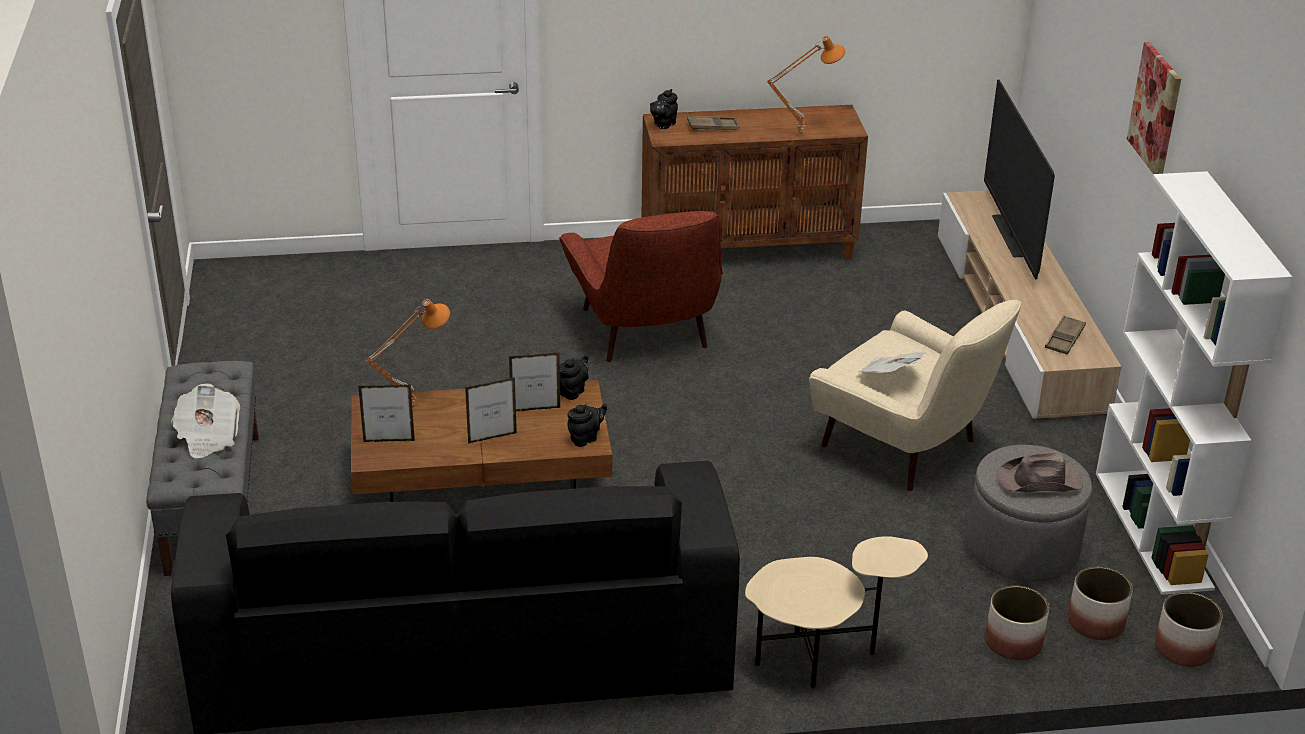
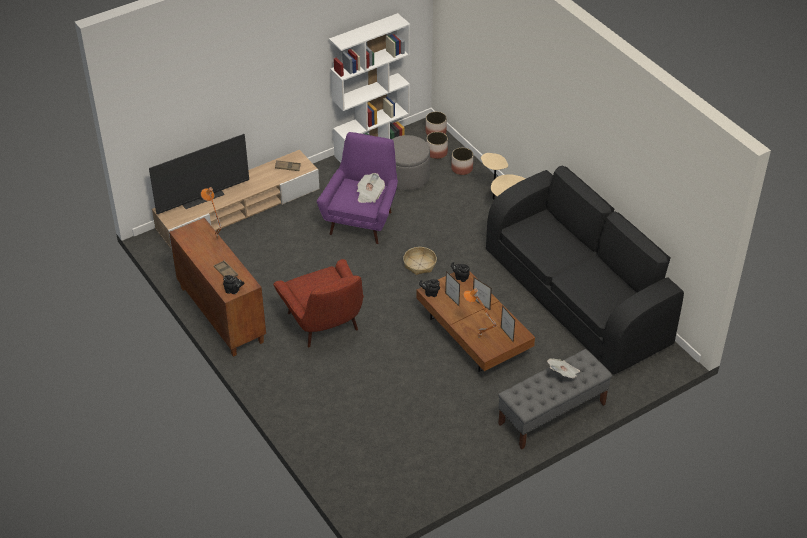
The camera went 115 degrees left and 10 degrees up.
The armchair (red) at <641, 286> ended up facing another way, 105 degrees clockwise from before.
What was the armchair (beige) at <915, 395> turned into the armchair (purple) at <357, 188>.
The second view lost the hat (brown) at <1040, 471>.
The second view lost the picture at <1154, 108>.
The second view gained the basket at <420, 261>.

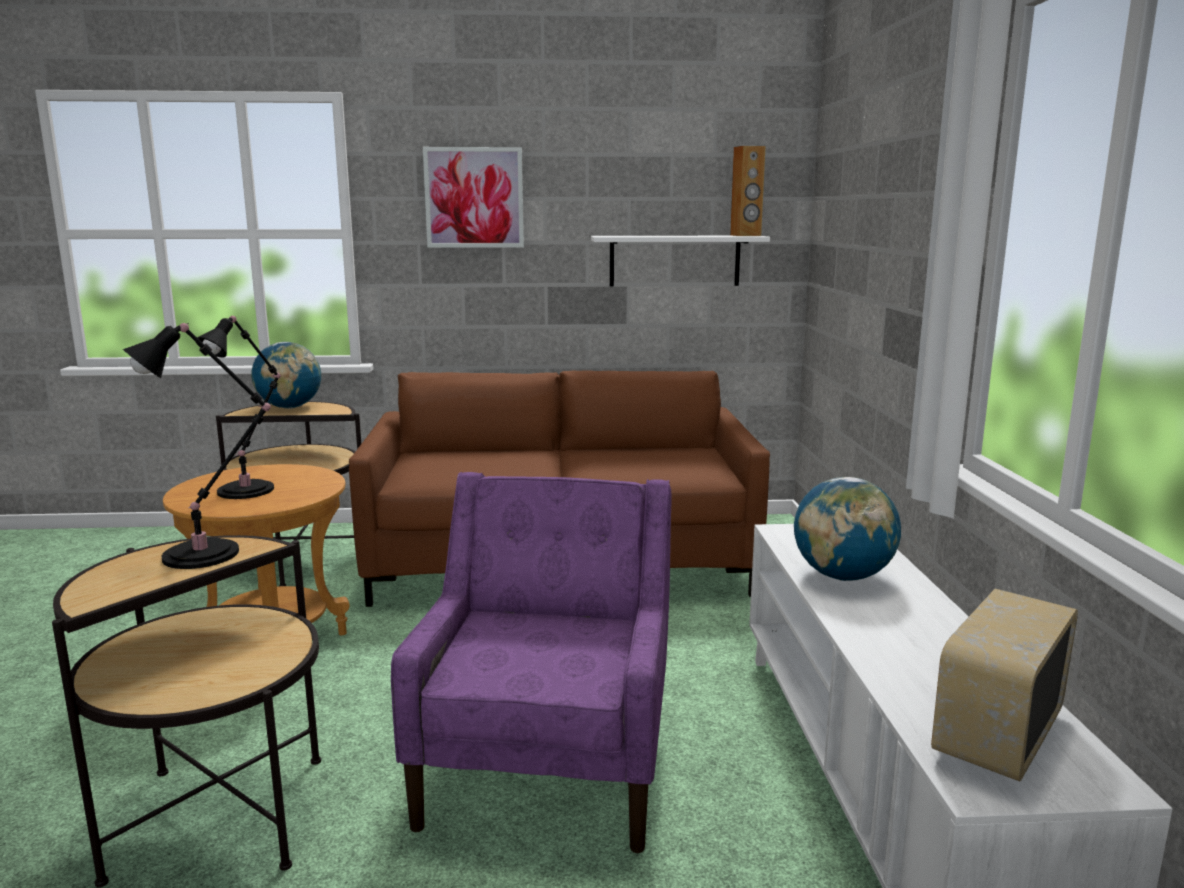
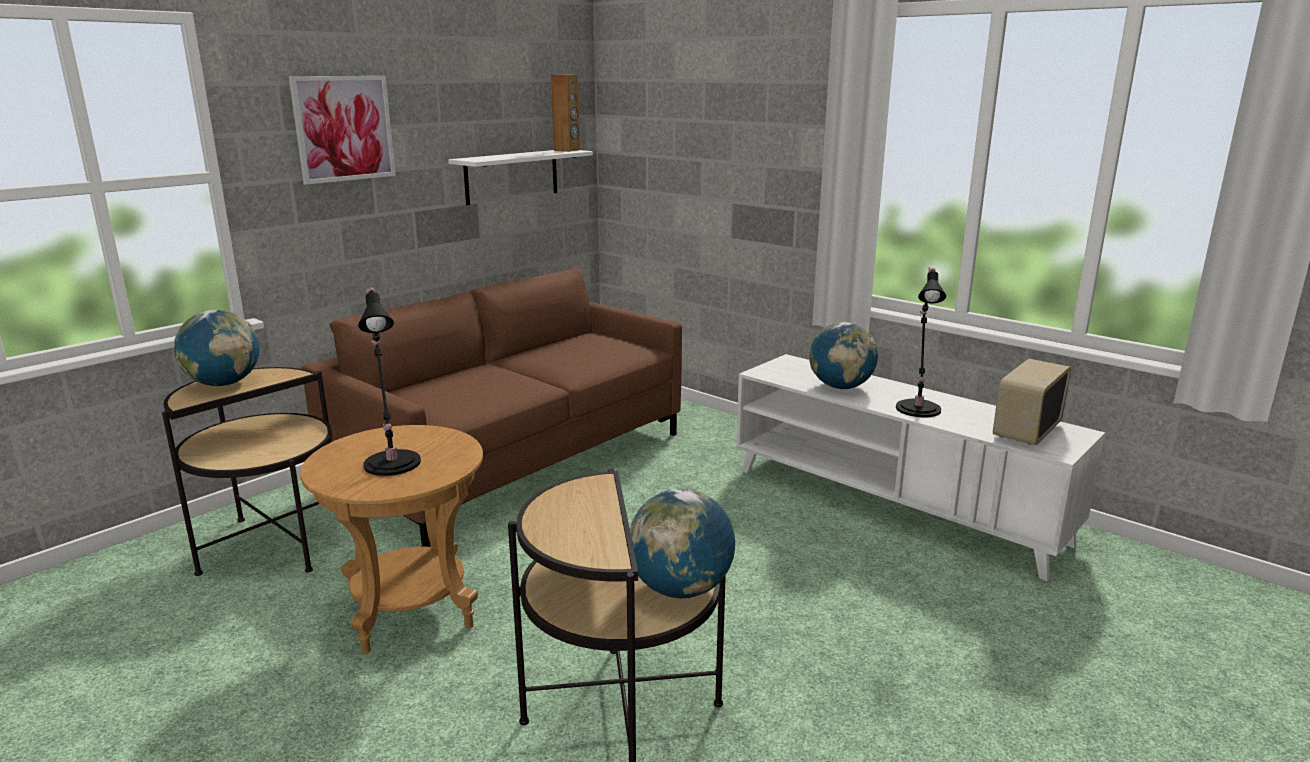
The camera went 45 degrees left and 5 degrees up.
The table lamp (black) ended up elsewhere, having gone from <197, 446> to <921, 342>.
The second view lost the armchair (purple) at <531, 662>.
The radio at <1004, 685> ended up facing another way, 45 degrees clockwise from before.
The second view gained the globe at <682, 543>.

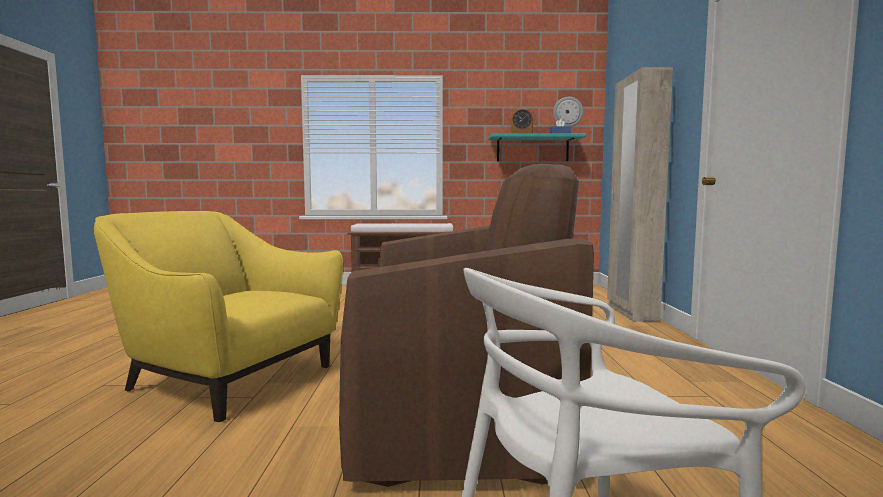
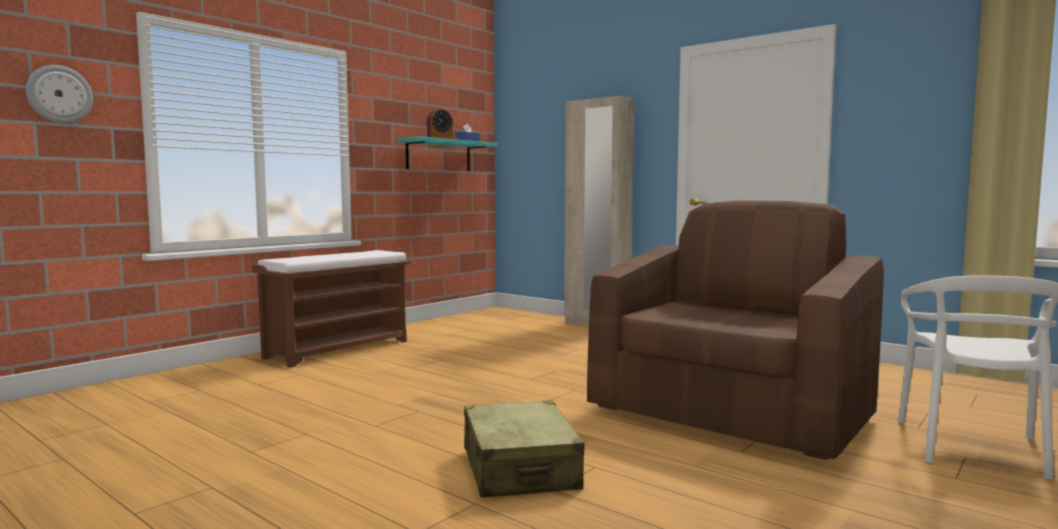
The camera went 50 degrees left and 0 degrees up.
Where the armchair (yellow) stood at <218, 316>, the suitcase (beige) came to stand at <524, 449>.
The wall clock ended up elsewhere, having gone from <568, 112> to <59, 94>.

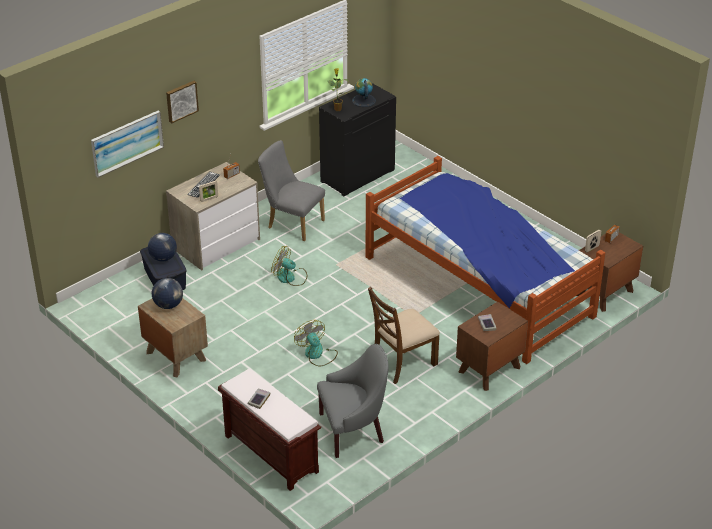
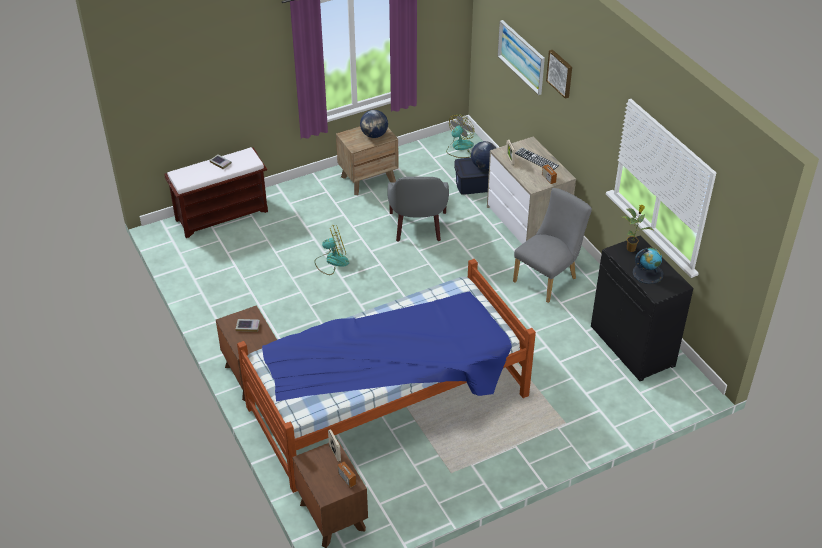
The camera went 105 degrees right and 5 degrees up.
The fan ended up elsewhere, having gone from <289, 266> to <460, 136>.
The armchair (grey) ended up elsewhere, having gone from <353, 401> to <418, 209>.
The second view lost the chair (brown) at <404, 335>.

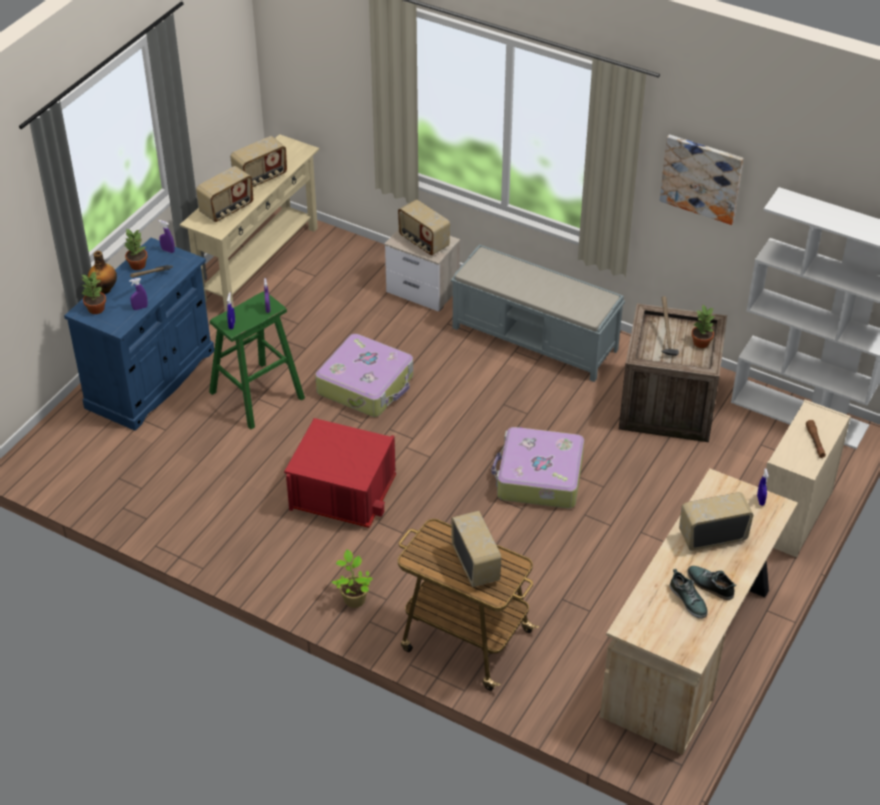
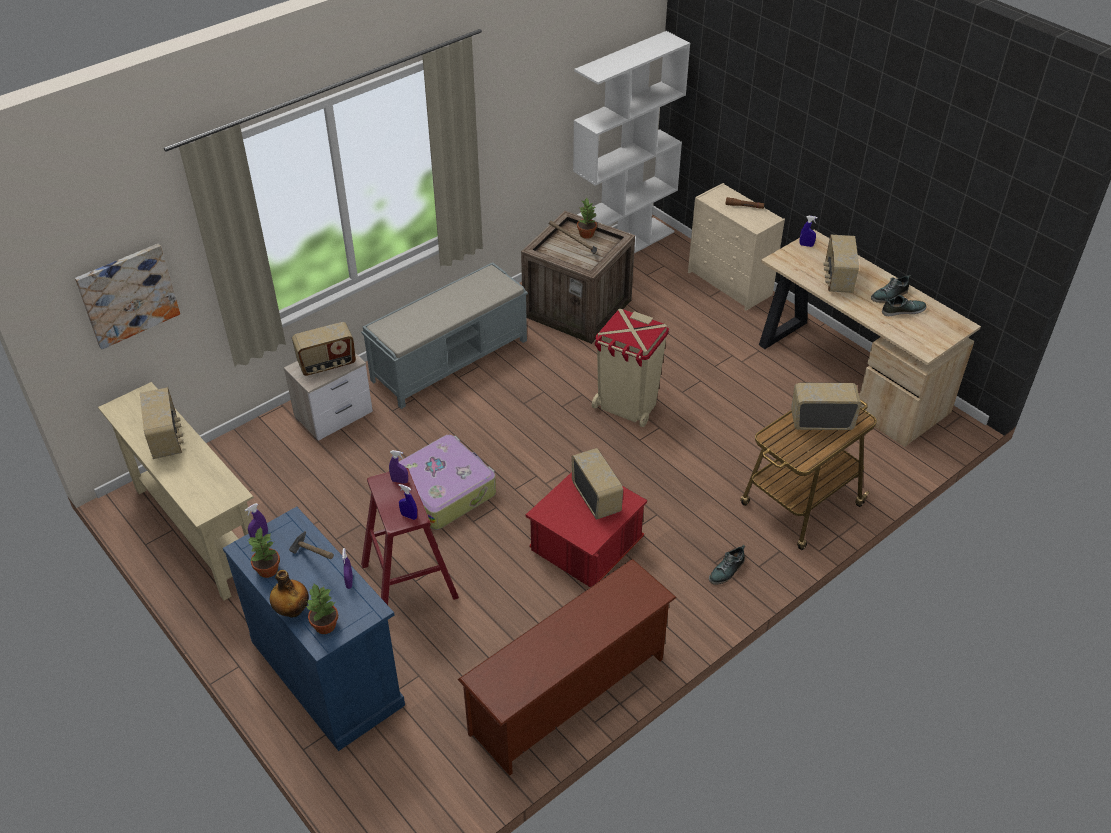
The camera went 70 degrees left and 0 degrees up.
The radio ended up elsewhere, having gone from <224, 194> to <597, 484>.
What was the stool (green) at <257, 360> turned into the stool (red) at <410, 536>.
Where the potted plant stood at <352, 578>, the shoe came to stand at <727, 565>.
Where the suitcase stood at <537, 467>, the trash can (beige) came to stand at <630, 368>.
The picture ended up elsewhere, having gone from <702, 180> to <127, 296>.
The second view gained the shoe rack (brown) at <567, 667>.

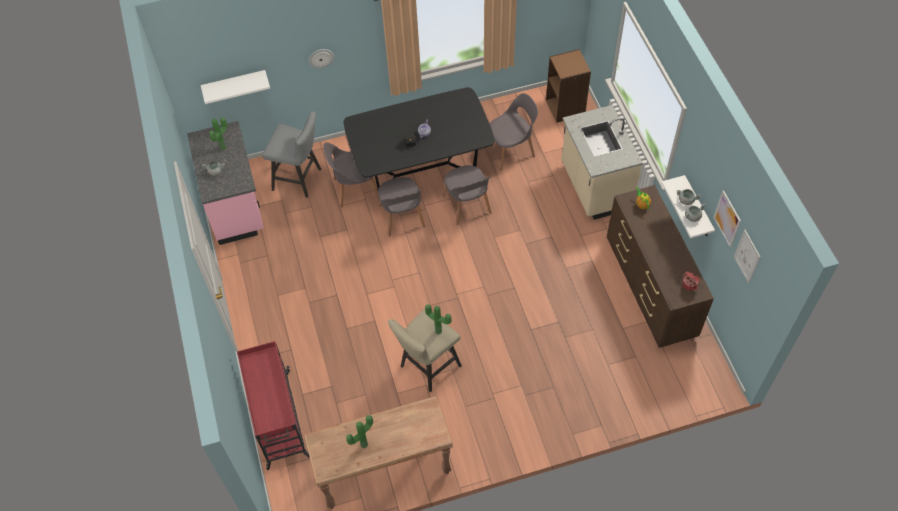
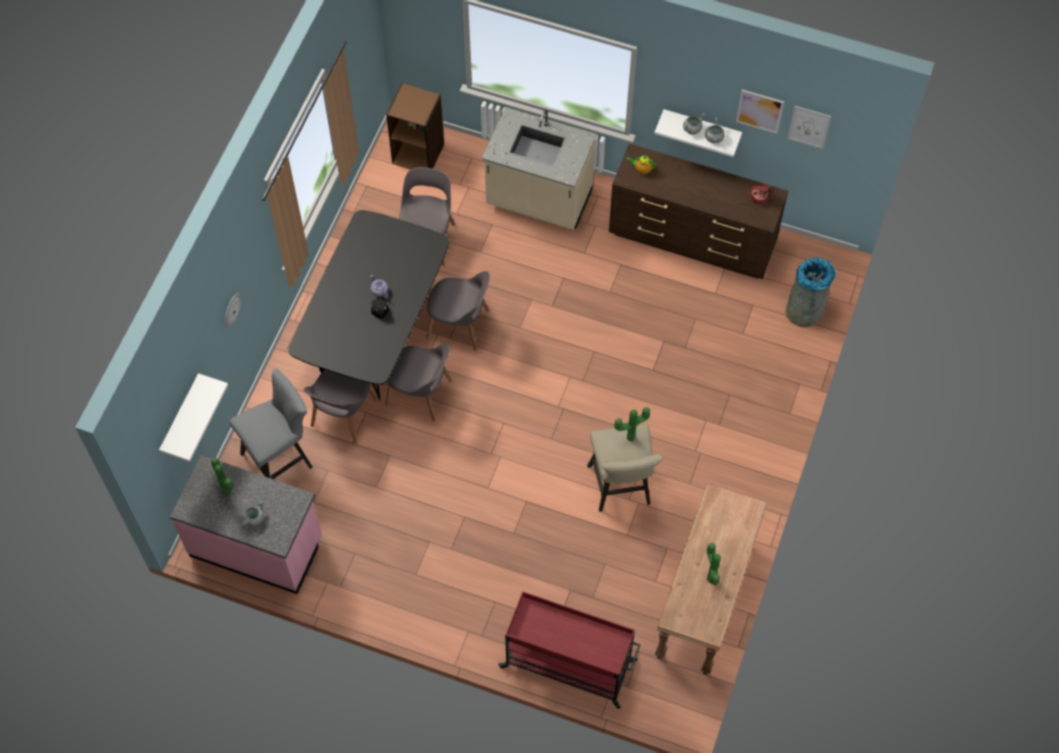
The camera went 55 degrees left and 5 degrees up.
The second view gained the trash can (grey) at <811, 292>.

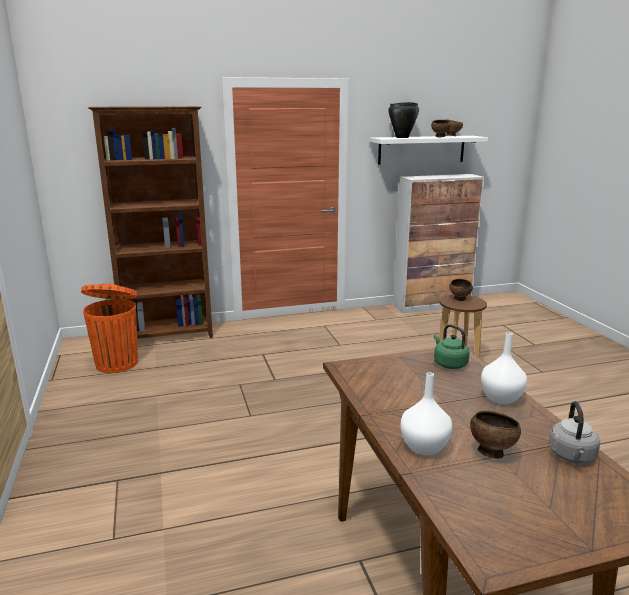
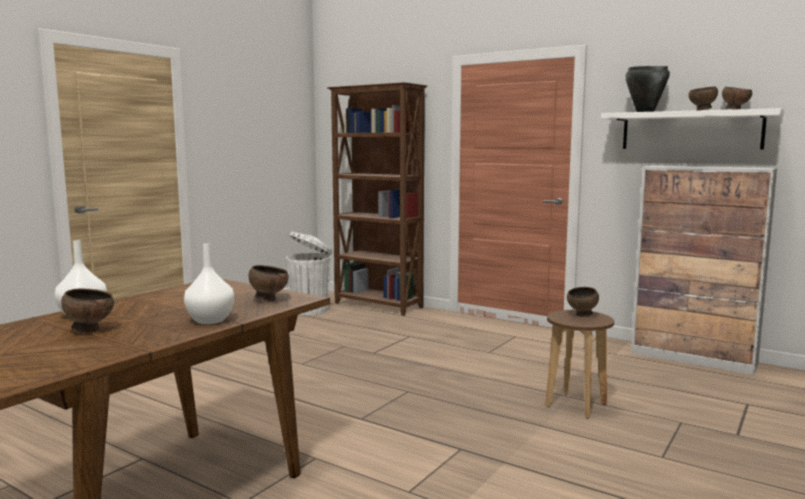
The camera went 50 degrees right and 10 degrees down.
What was the trash can (orange) at <109, 328> turned into the trash can (white) at <309, 273>.
Where the kettle (green) stood at <452, 346>, the bowl (brown) came to stand at <269, 283>.
The second view lost the kettle (grey) at <574, 432>.

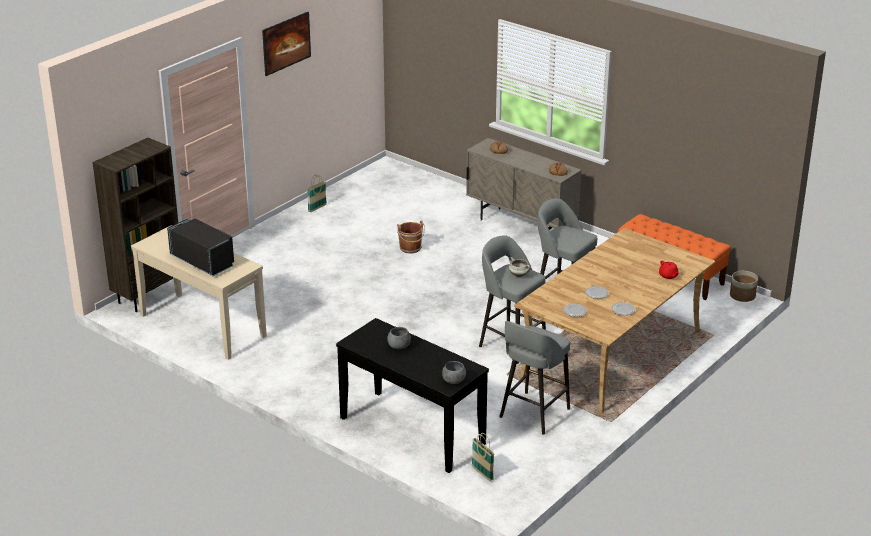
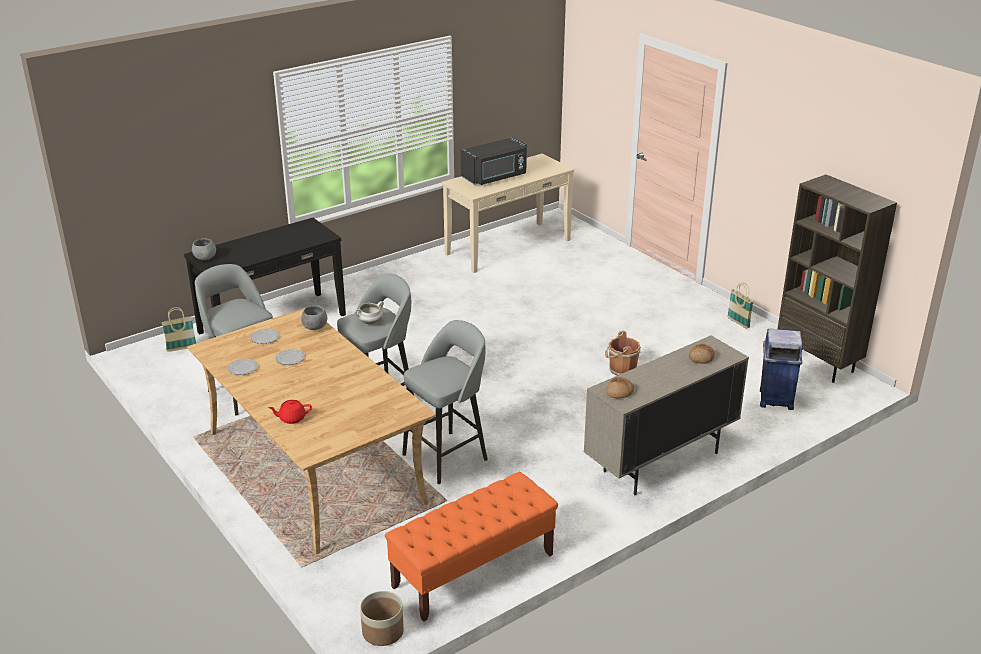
The camera went 105 degrees right and 0 degrees up.
The bookcase (brown) ended up elsewhere, having gone from <135, 225> to <837, 278>.
The second view lost the picture at <286, 44>.
The bowl (grey) ended up elsewhere, having gone from <399, 338> to <314, 318>.
The second view gained the trash can (blue) at <781, 369>.

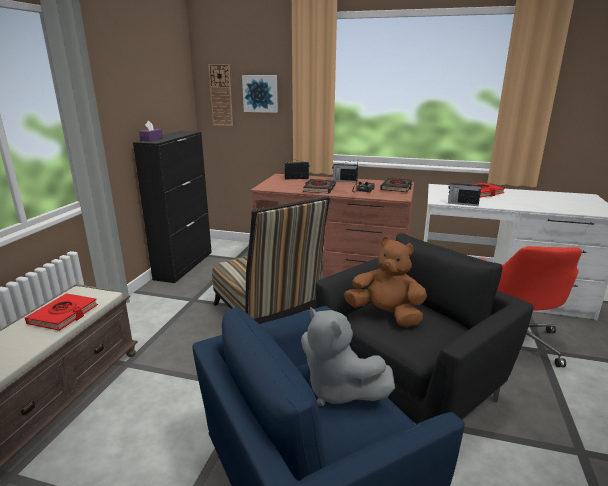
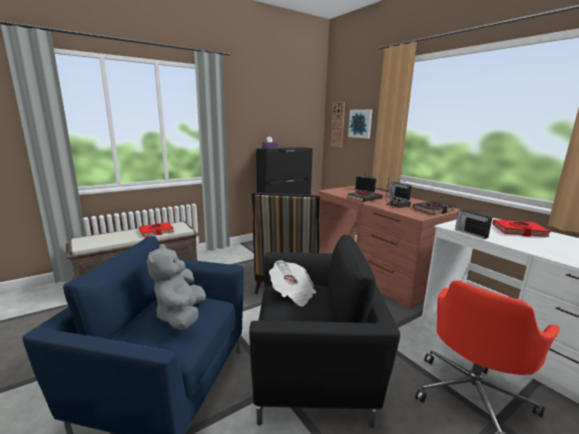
The camera went 40 degrees right and 5 degrees down.
Where the plush toy (brown) stood at <385, 282>, the newspaper came to stand at <292, 283>.

